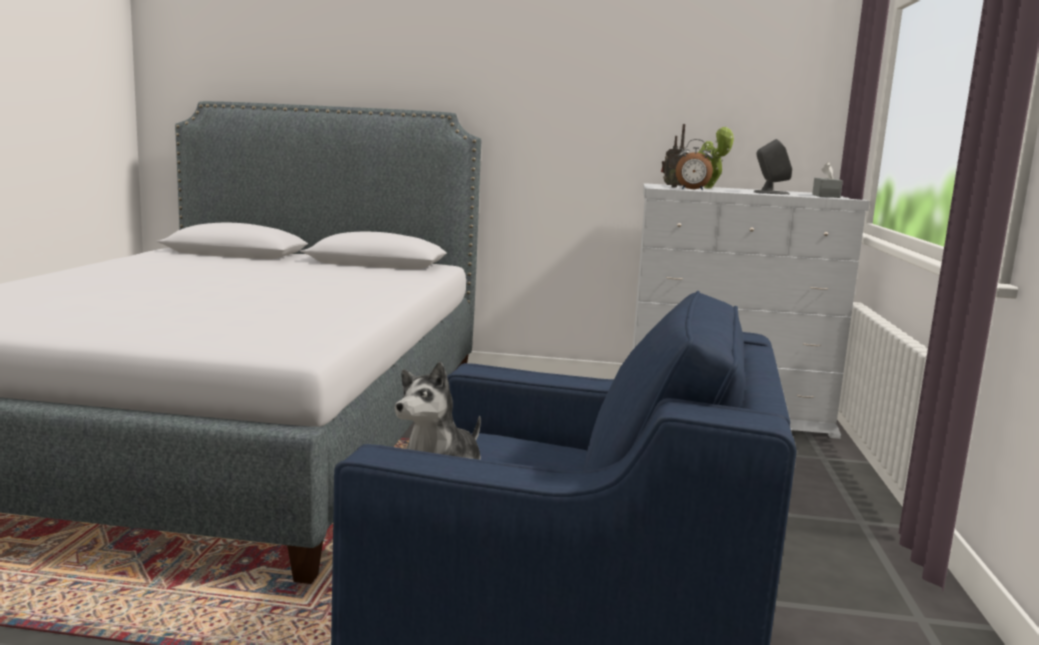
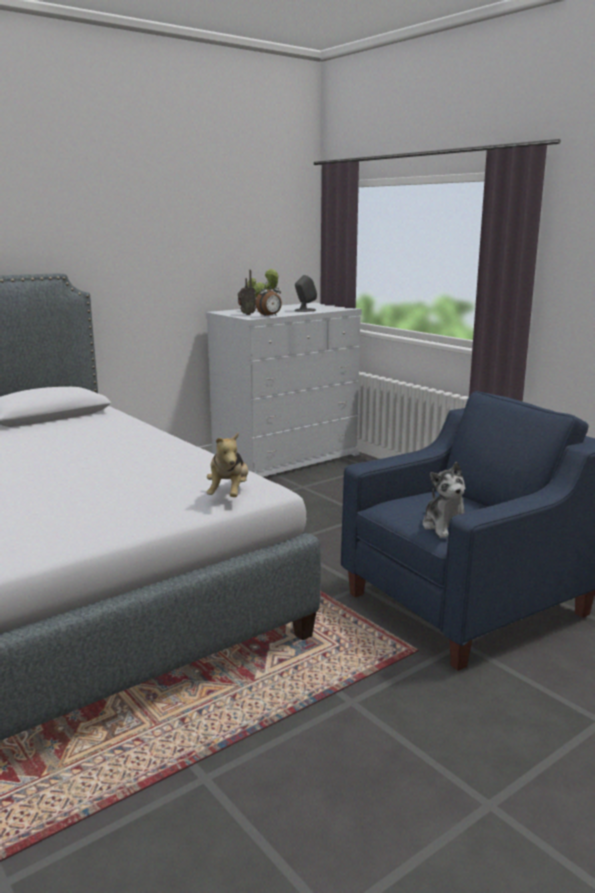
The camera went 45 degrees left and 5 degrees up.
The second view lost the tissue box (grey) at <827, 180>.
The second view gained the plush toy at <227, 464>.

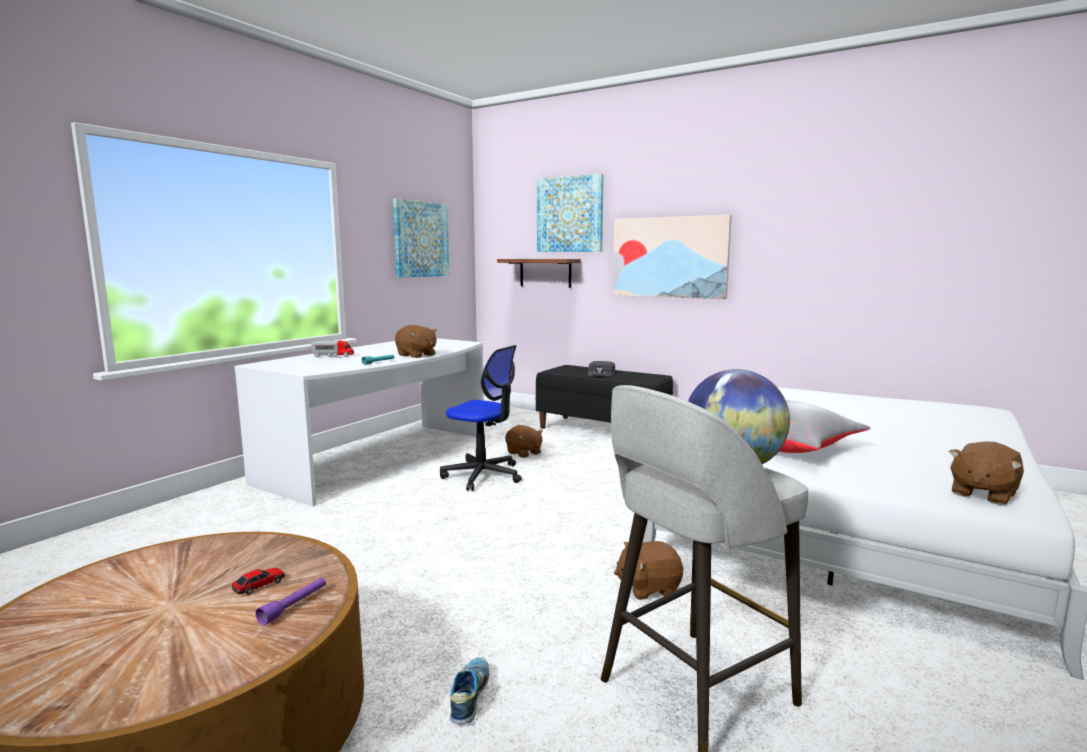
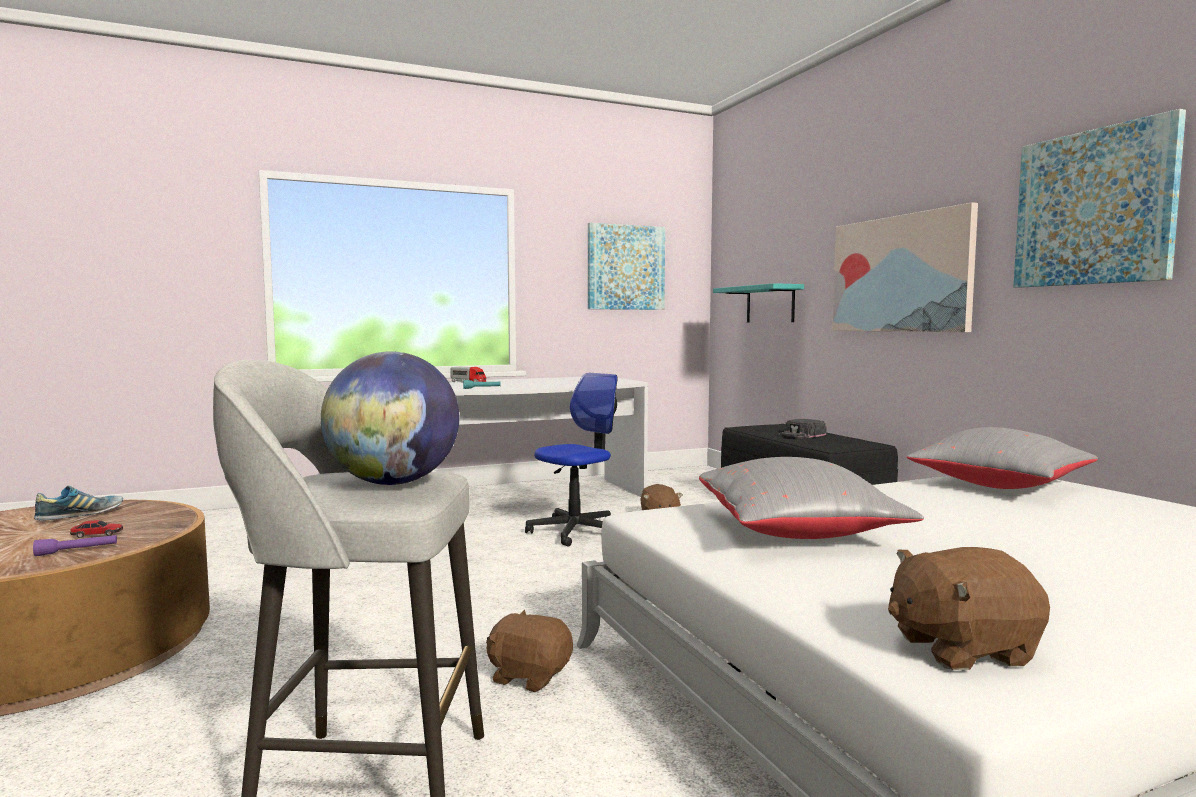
The camera went 35 degrees right and 5 degrees down.
The second view lost the plush toy (brown) at <416, 341>.
The office chair at <481, 418> ended up facing another way, 105 degrees counterclockwise from before.
The shoe ended up elsewhere, having gone from <469, 690> to <78, 503>.
What was the shelf (brown) at <539, 273> turned into the shelf (turquoise) at <758, 302>.
The picture ended up elsewhere, having gone from <570, 213> to <1100, 198>.
The second view gained the pillow (grey) at <1002, 458>.

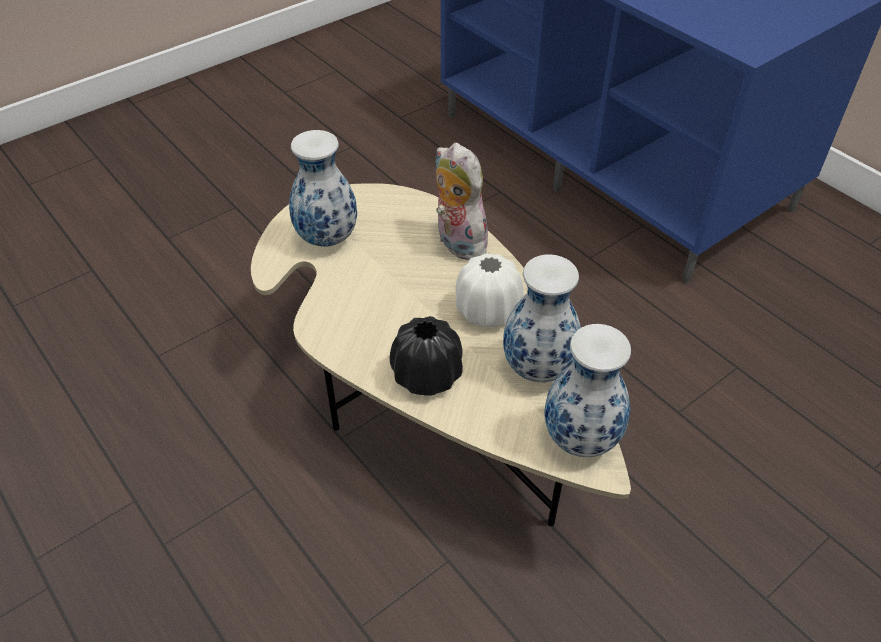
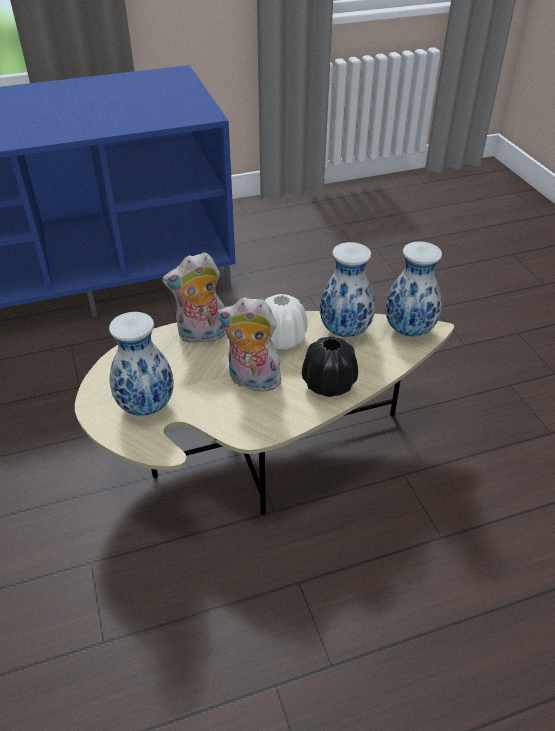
The camera went 70 degrees left and 5 degrees down.
The second view gained the plush toy at <249, 344>.

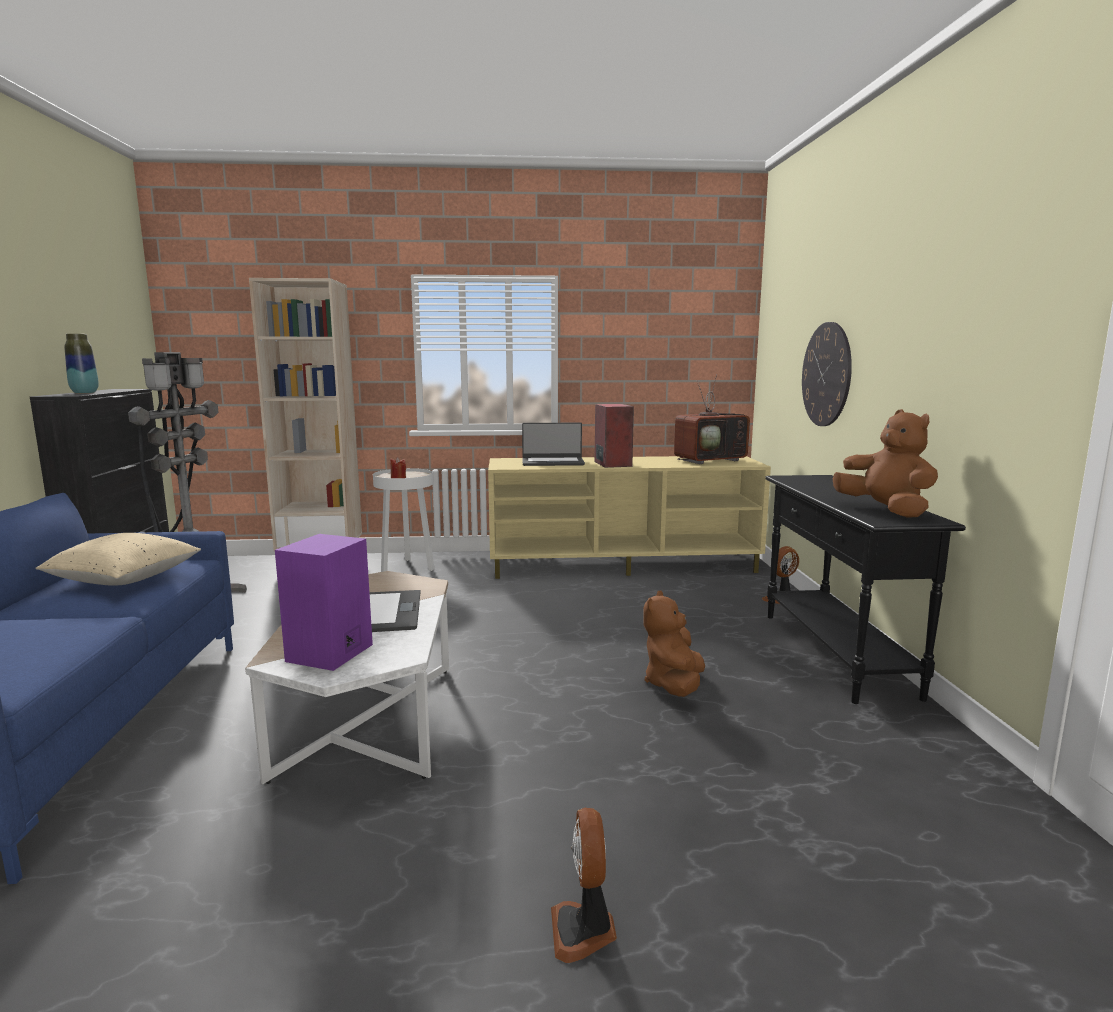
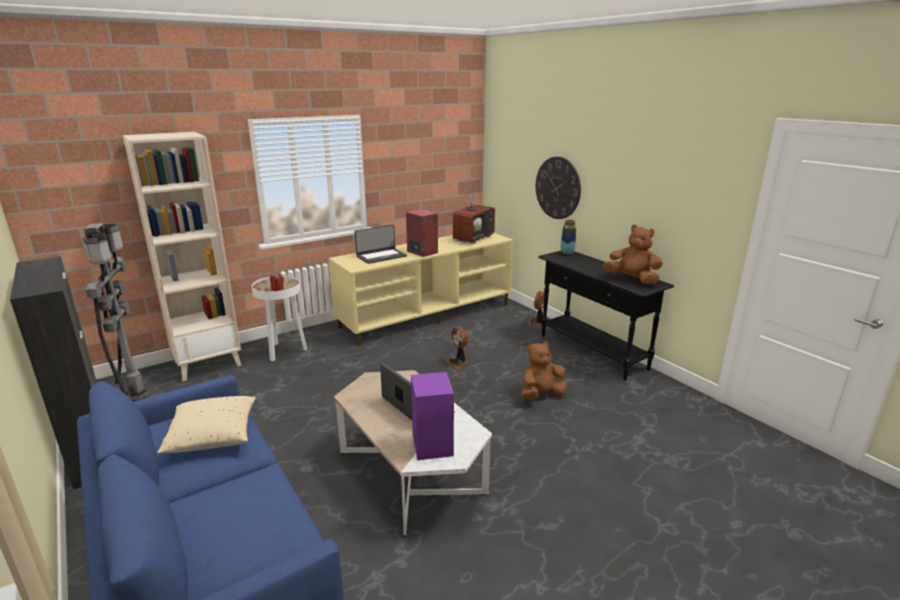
The camera went 30 degrees left and 10 degrees up.
The vase ended up elsewhere, having gone from <81, 364> to <568, 237>.
The fan ended up elsewhere, having gone from <584, 885> to <457, 348>.
The plush toy (brown) at <674, 644> ended up facing another way, 75 degrees clockwise from before.

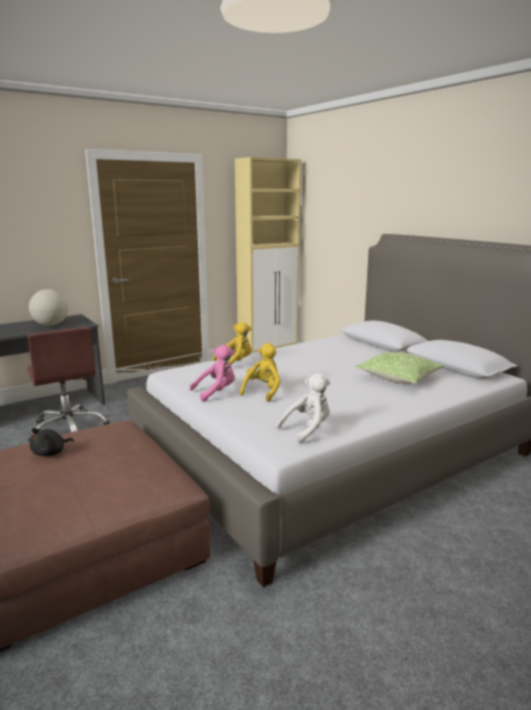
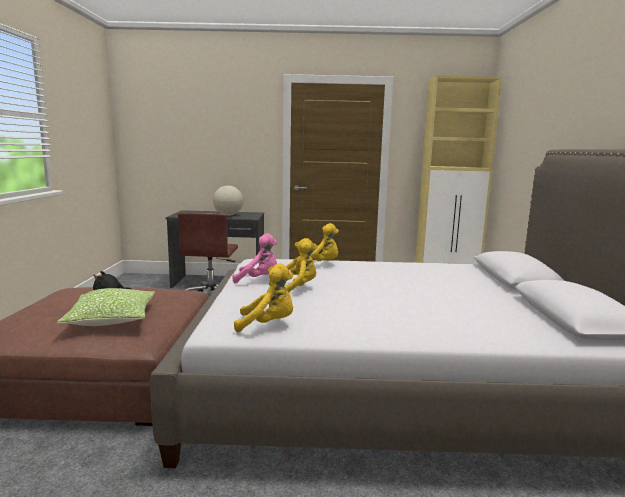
The camera went 35 degrees right and 5 degrees down.
What was the plush toy (white) at <303, 408> turned into the plush toy (yellow) at <263, 297>.
The pillow ended up elsewhere, having gone from <400, 368> to <106, 307>.

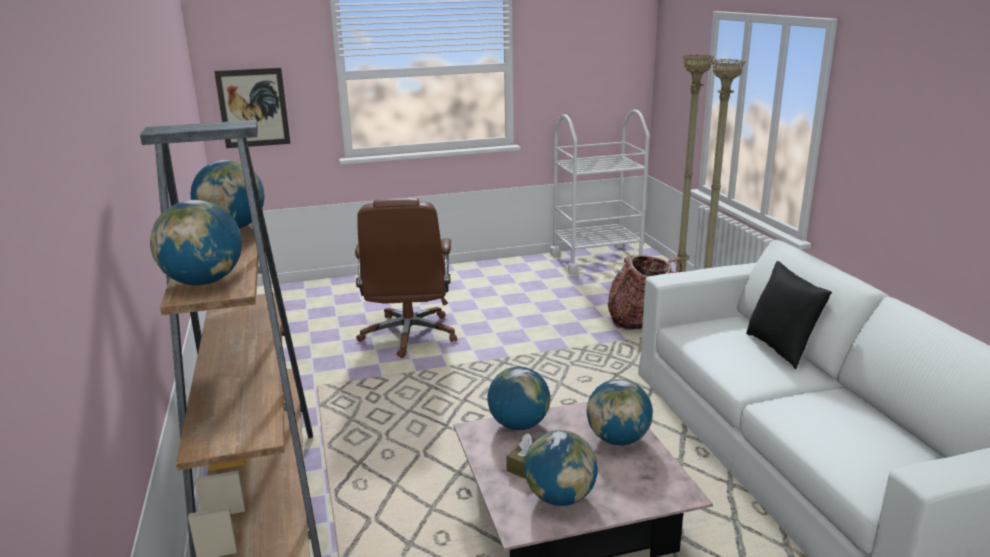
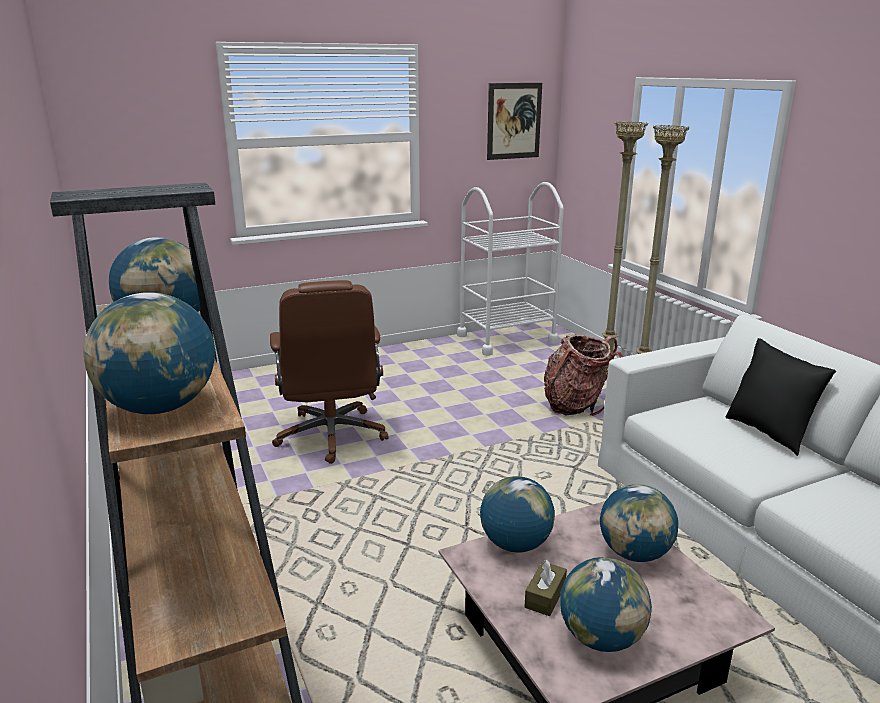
The camera went 10 degrees left and 0 degrees up.
The picture ended up elsewhere, having gone from <252, 108> to <514, 121>.

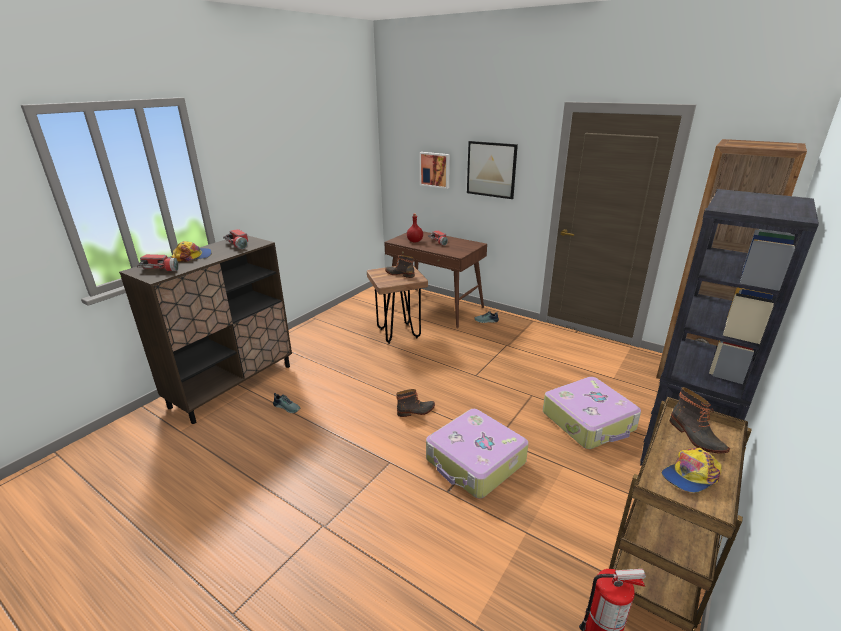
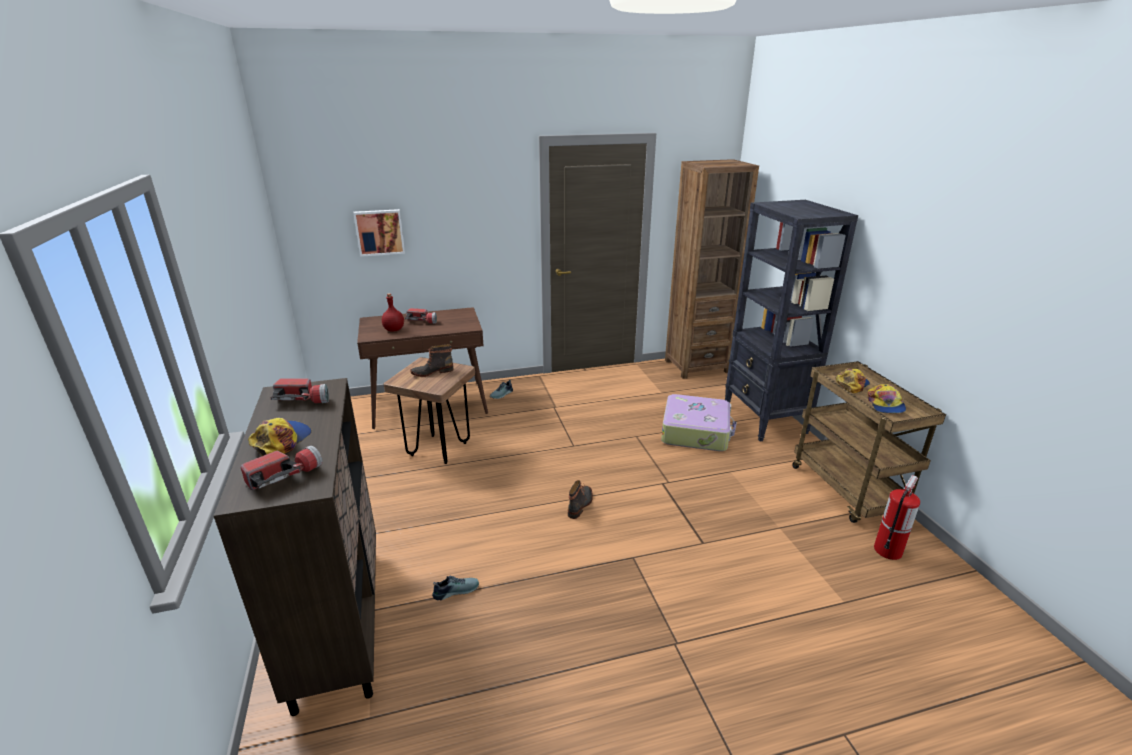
The camera went 50 degrees left and 0 degrees up.
The second view lost the suitcase at <477, 454>.
The second view lost the picture at <492, 170>.
Where the boot stood at <700, 420>, the cap came to stand at <853, 380>.

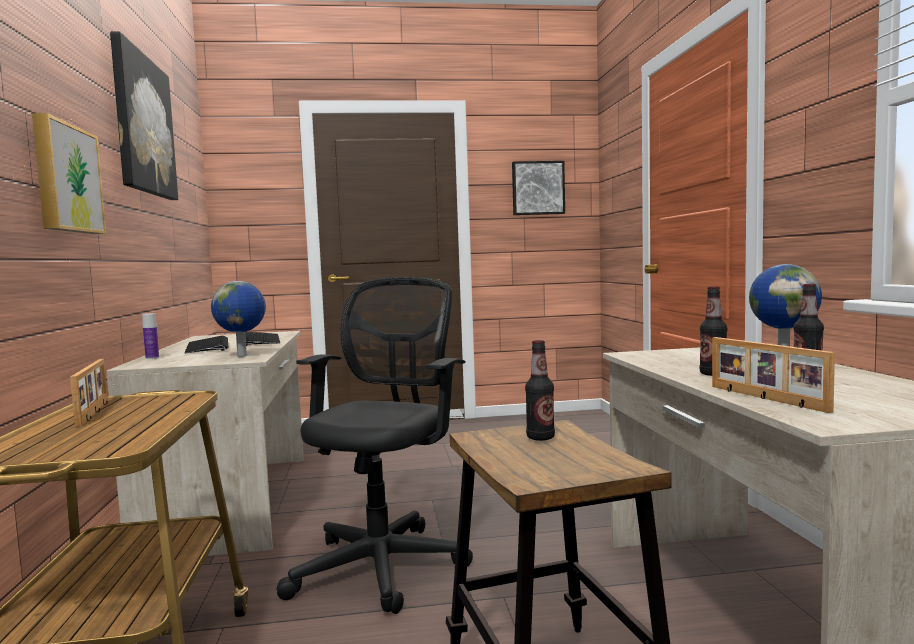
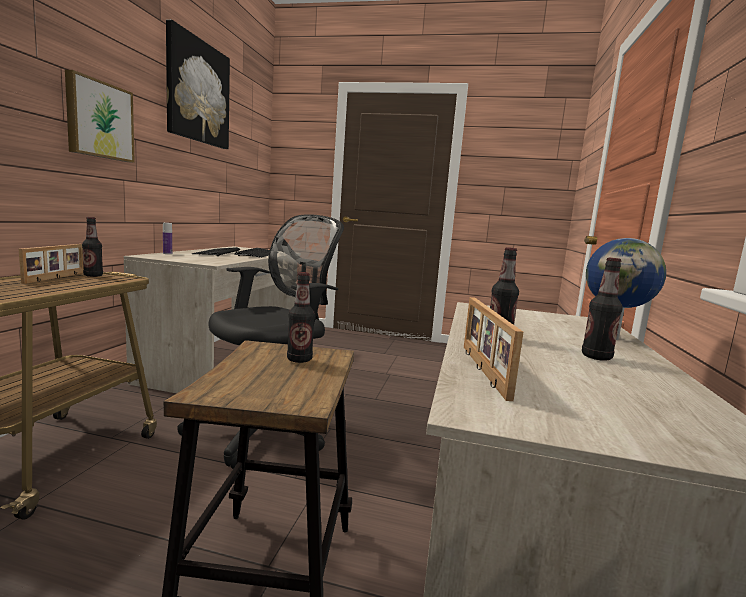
The camera went 20 degrees right and 5 degrees up.
The second view lost the globe at <238, 319>.
The second view lost the picture at <538, 188>.
The second view gained the bottle at <92, 247>.

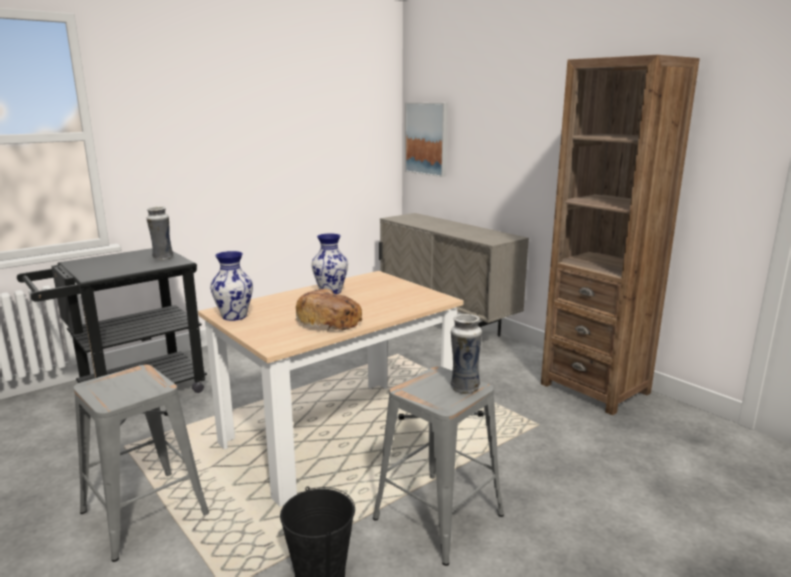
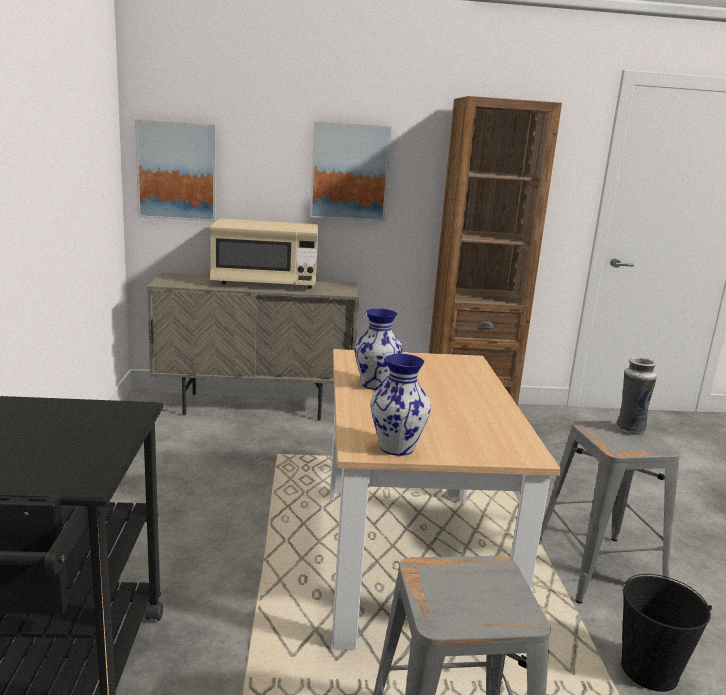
The camera went 55 degrees left and 0 degrees up.
The second view lost the vase at <160, 233>.
The second view lost the bread at <329, 310>.
The second view gained the microwave (beige) at <264, 253>.
The second view gained the picture at <350, 171>.

